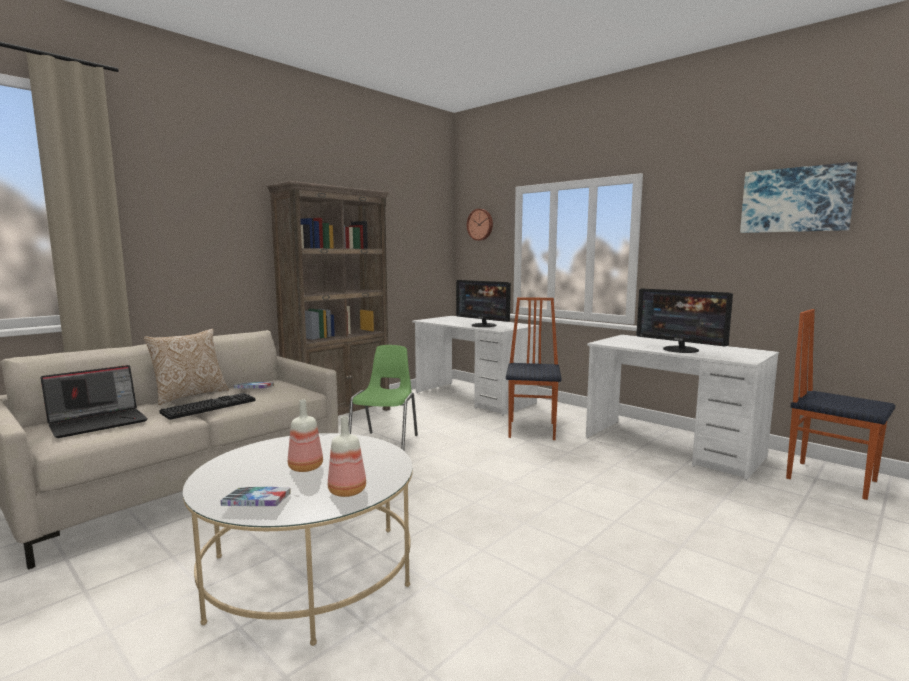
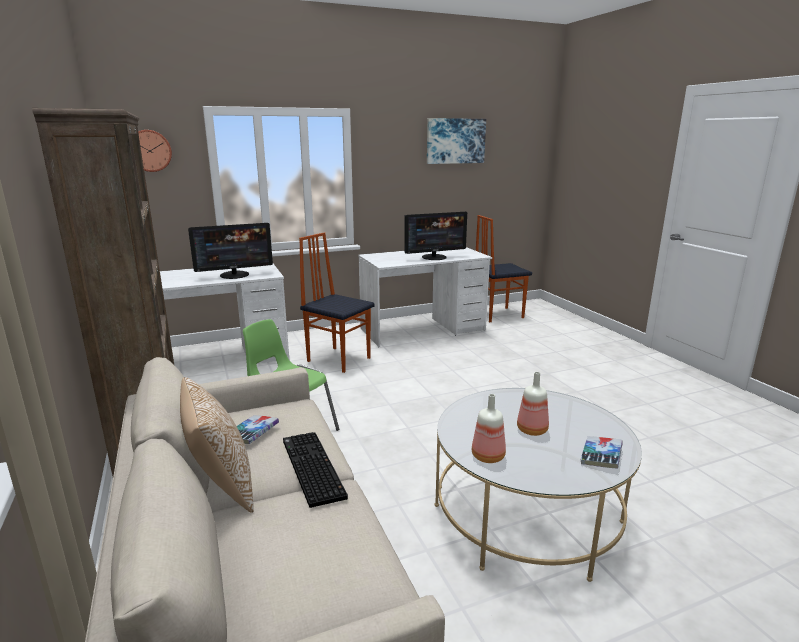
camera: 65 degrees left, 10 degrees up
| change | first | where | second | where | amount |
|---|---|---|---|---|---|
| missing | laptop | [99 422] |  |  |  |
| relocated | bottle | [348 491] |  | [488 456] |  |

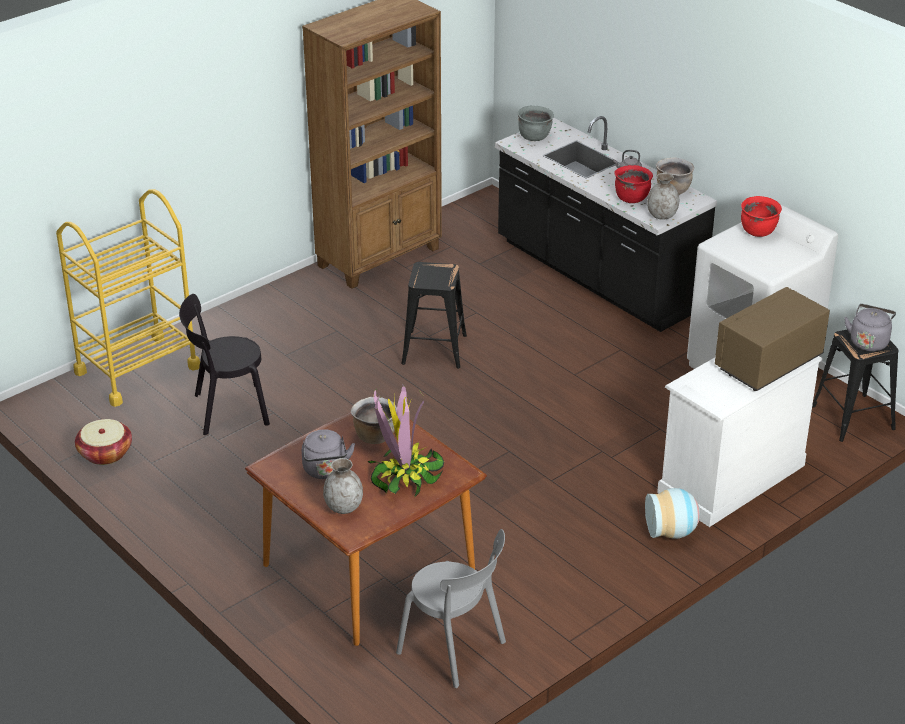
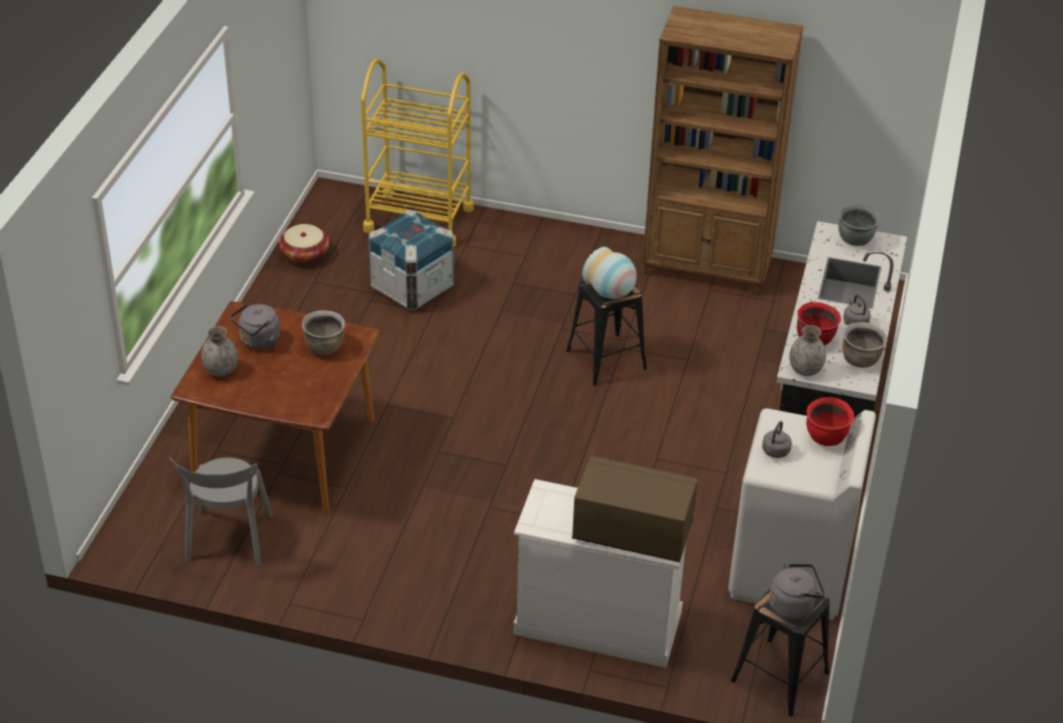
camera: 55 degrees right, 5 degrees up
| change | first | where | second | where | amount |
|---|---|---|---|---|---|
| missing | potted plant | [404 475] |  |  |  |
| appeared |  |  | greyish kettle | [775 452] |  |
| relocated | decorative vase | [672 532] |  | [611 293] |  |
| exchanged | black chair | [227 410] | shipping crate | [412 287] |  |

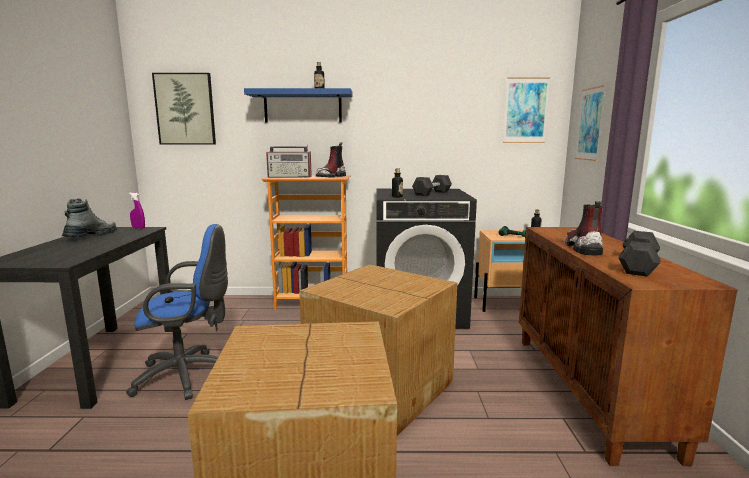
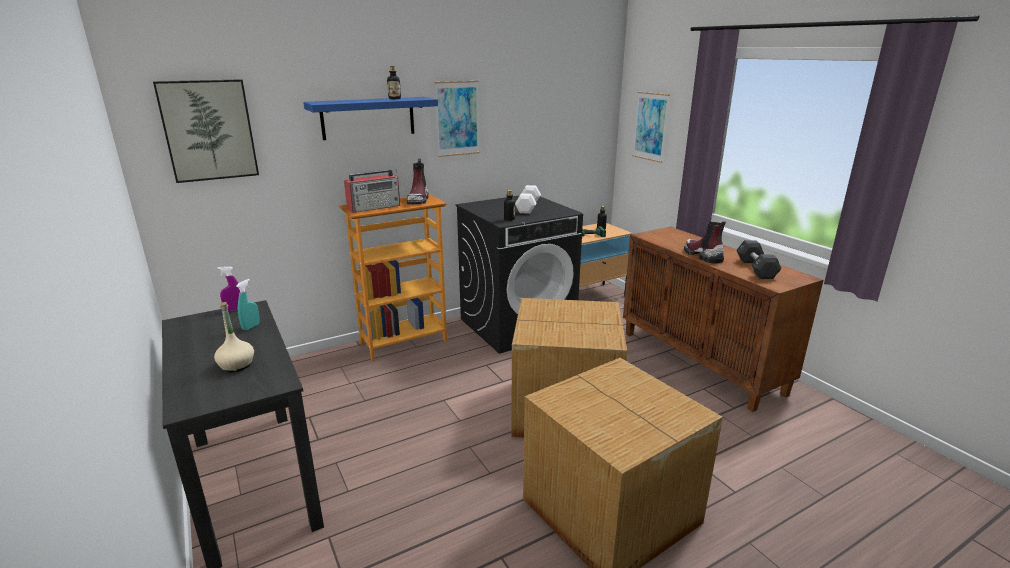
camera: 30 degrees left, 10 degrees up
| change | first | where | second | where | amount |
|---|---|---|---|---|---|
| missing | high-top boot | [91 236] |  |  |  |
| missing | blue office chair | [188 375] |  |  |  |
| appeared |  |  | beige-coloured bottle | [237 365] |  |
| appeared |  |  | blue-green sprayer | [251 327] |  |
| relocated | picture | [526 110] |  | [457 118] |  |
| colour | black free weight | [432 193] | white-coloured free weight | [528 207] |  |

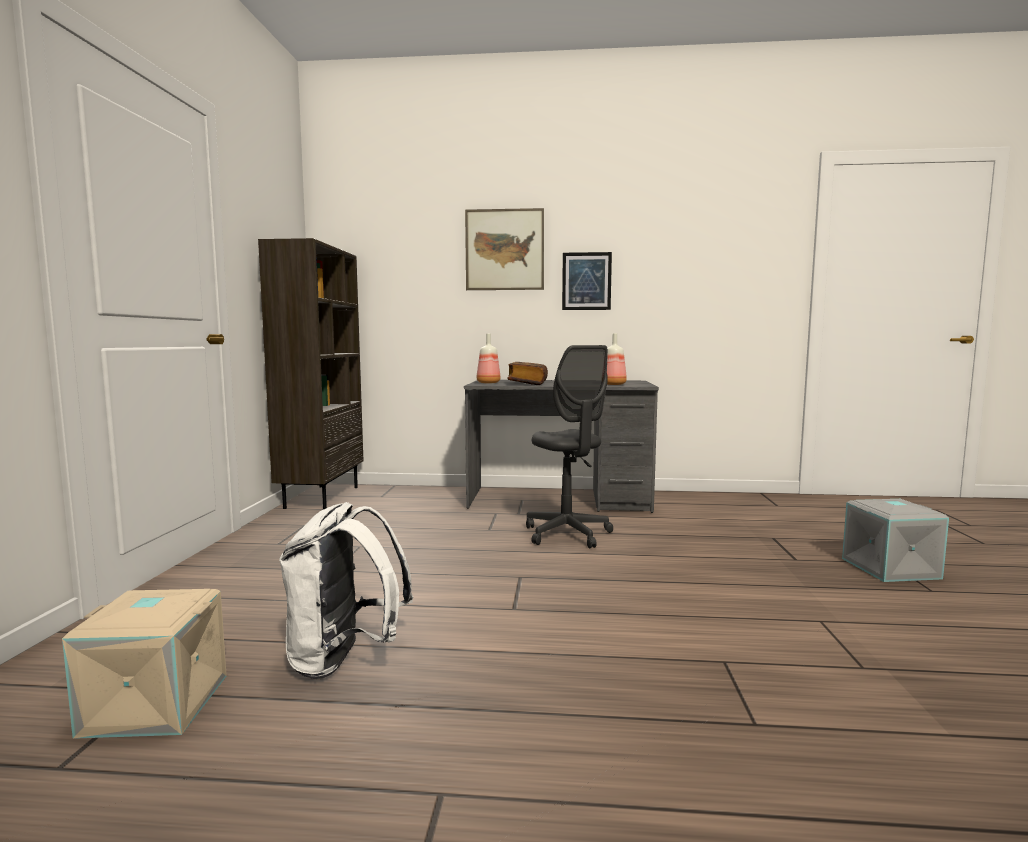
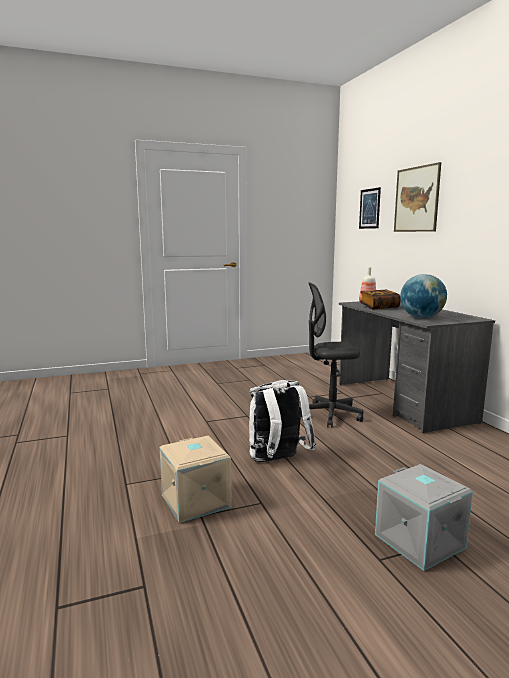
camera: 65 degrees right, 5 degrees up
| change | first | where | second | where | amount |
|---|---|---|---|---|---|
| missing | brown-coloured bookshelf | [321 497] |  |  |  |
| relocated | beige-coloured storage box | [153 706] |  | [194 501] |  |
| relocated | white-coloured backpack | [345 659] |  | [277 461] |  |
| relocated | picture | [586 281] |  | [369 208] |  |
| exchanged | bottle | [613 384] | world globe | [421 317] |  |
| spun | greyish office chair | [567 534] |  | [330 415] | 45 degrees clockwise |

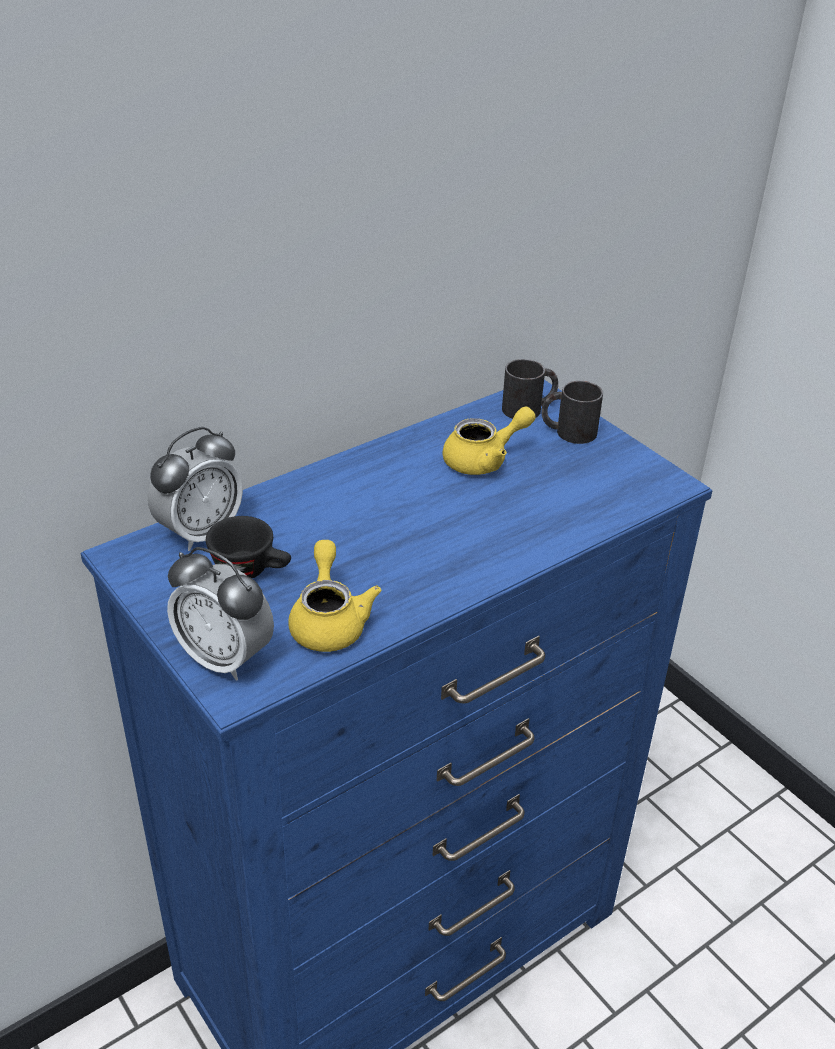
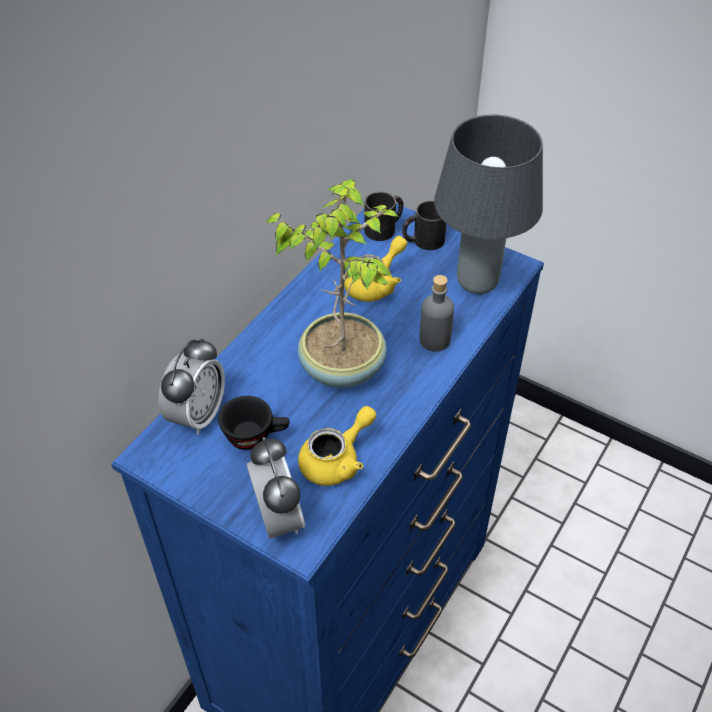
camera: 20 degrees left, 10 degrees up
| change | first | where | second | where | amount |
|---|---|---|---|---|---|
| appeared |  |  | potted plant | [342 366] |  |
| appeared |  |  | greyish bottle | [434 340] |  |
| appeared |  |  | greyish lamp for a table | [476 282] |  |
| spun | alarm clock | [225 658] |  | [278 518] | 120 degrees counterclockwise |
| spun | yellowish teapot | [329 621] |  | [337 460] | 75 degrees clockwise |

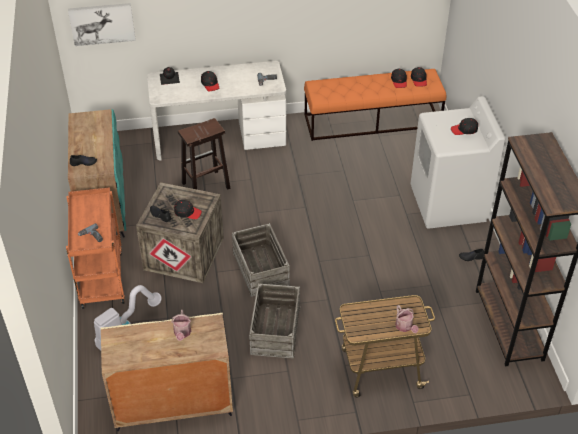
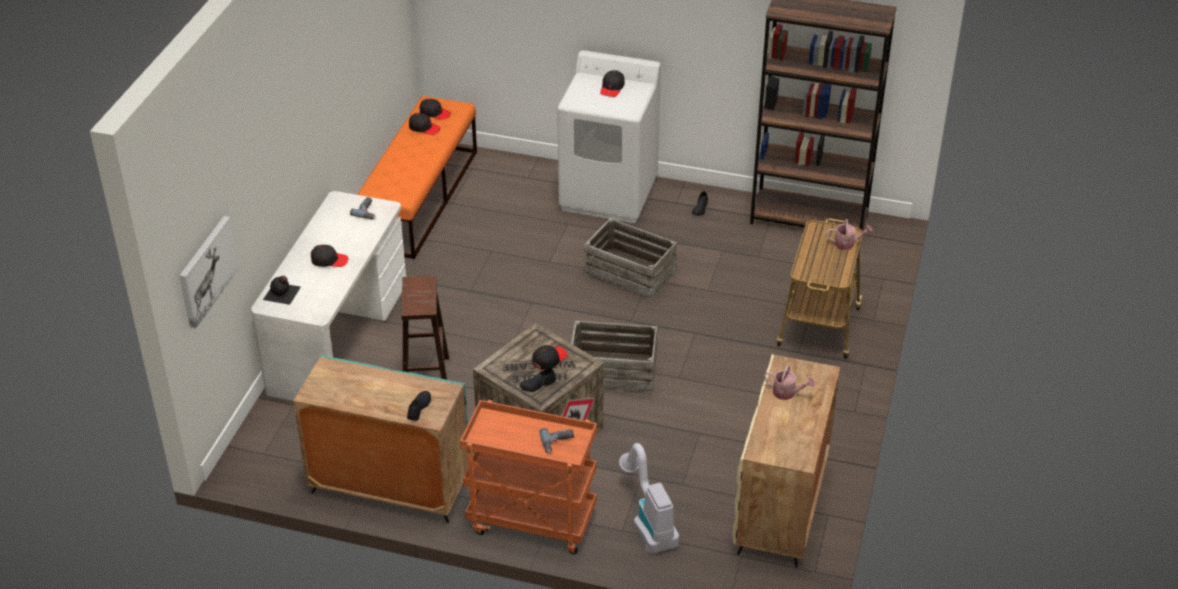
camera: 65 degrees left, 5 degrees down
| change | first | where | second | where | amount |
|---|---|---|---|---|---|
| relocated | shipping crate | [274 330] |  | [629 274] |  |

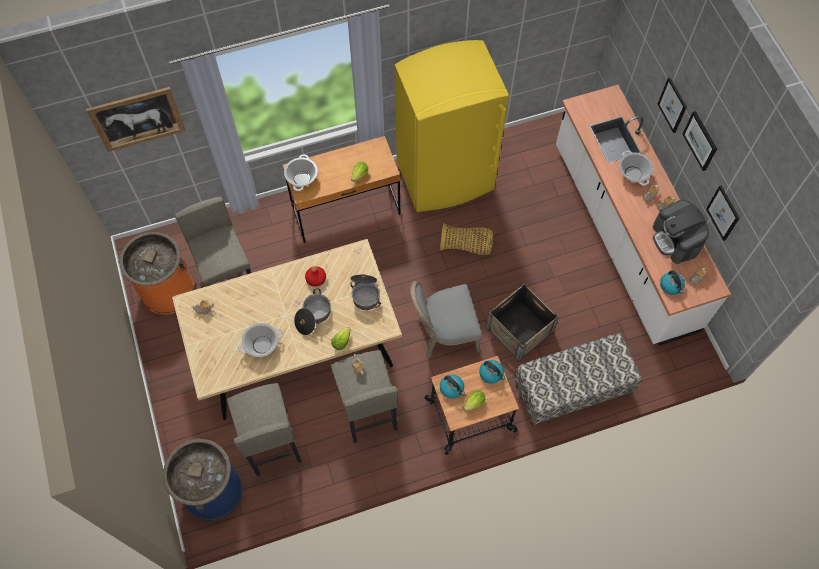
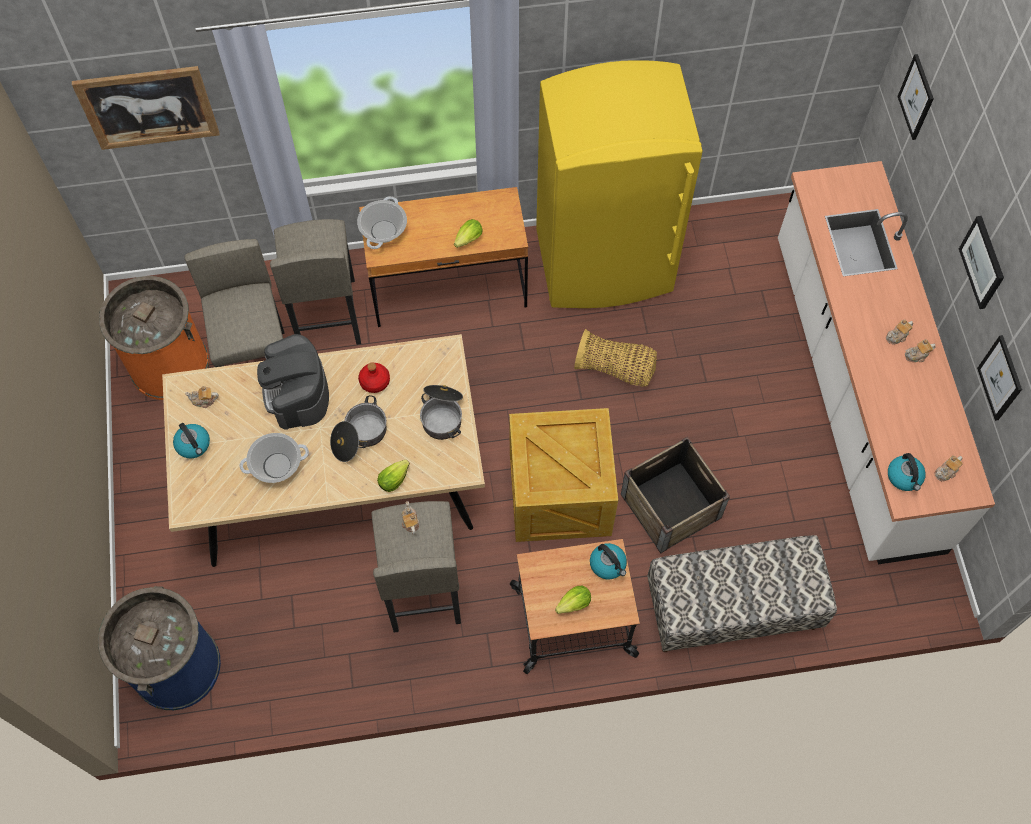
camera: 10 degrees right, 0 degrees up
| change | first | where | second | where | amount |
|---|---|---|---|---|---|
| missing | cooking pot | [633 174] |  |  |  |
| relocated | greyish stool | [271 442] |  | [326 315] |  |
| relocated | kettle | [452 388] |  | [194 445] |  |
| relocated | coffee maker | [676 239] |  | [297 393] |  |
| relocated | picture | [672 105] |  | [916 97] |  |
| exchanged | greyish chair | [444 333] | shipping crate | [558 493] |  |

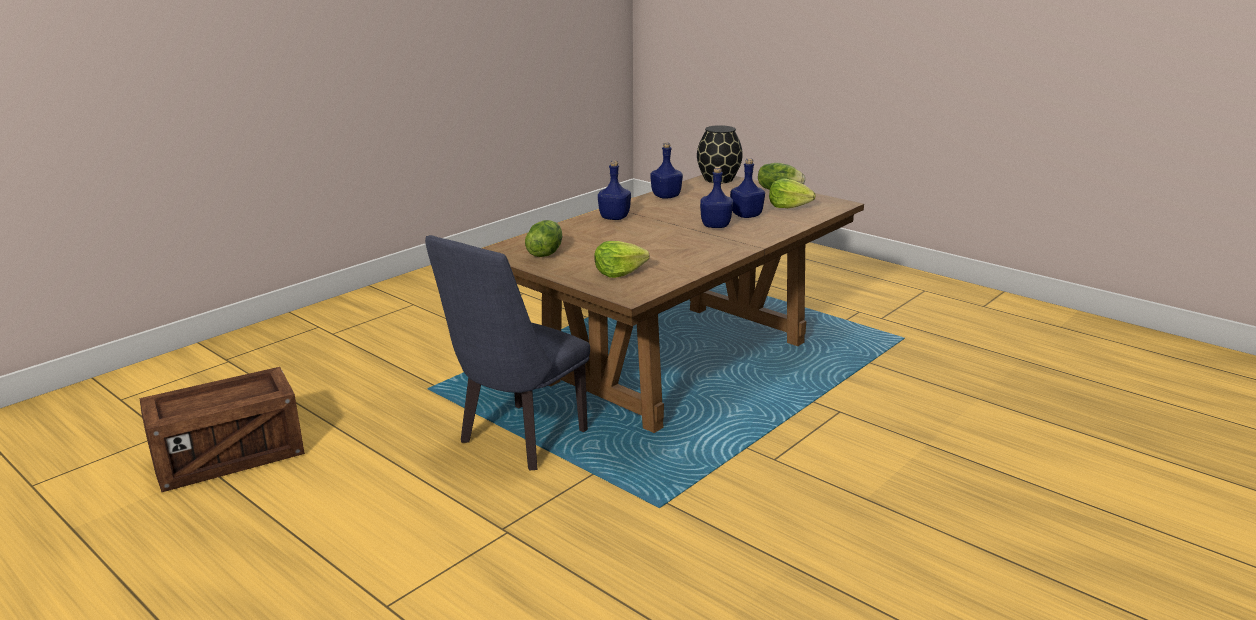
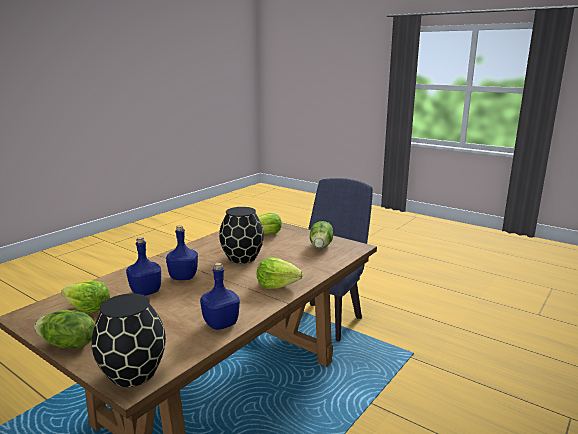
camera: 175 degrees right, 5 degrees down
| change | first | where | second | where | amount |
|---|---|---|---|---|---|
| missing | shipping crate | [229 457] |  |  |  |
| appeared |  |  | black decorative vase | [242 258] |  |
| exchanged | blue bottle | [614 218] | lettuce head | [277 284] |  |

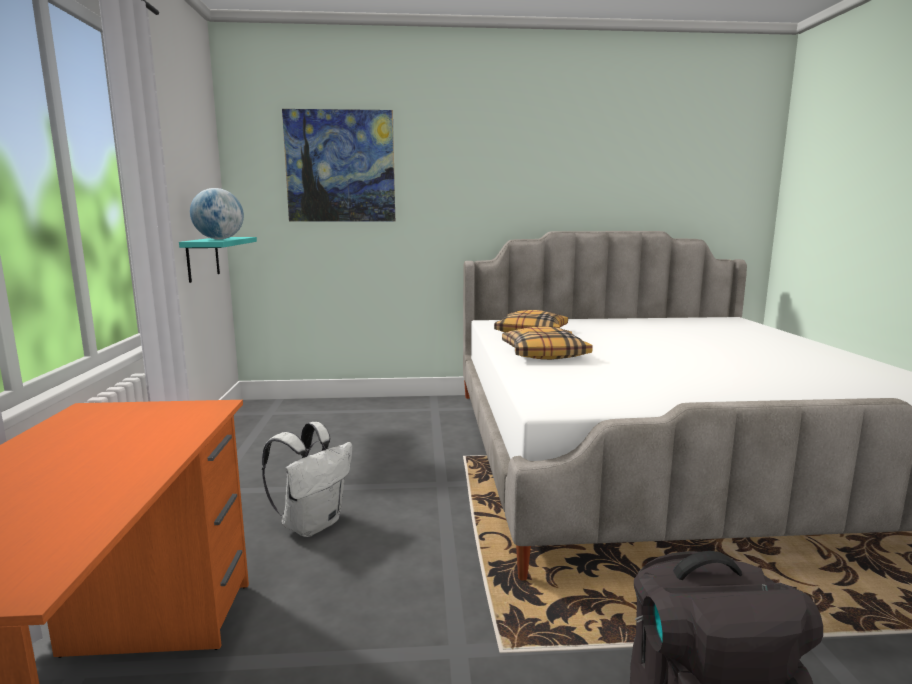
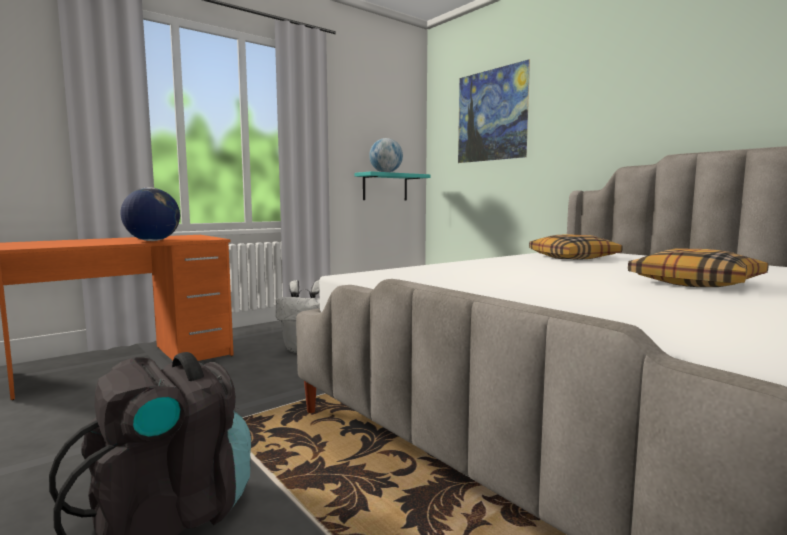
camera: 55 degrees right, 5 degrees down
| change | first | where | second | where | amount |
|---|---|---|---|---|---|
| appeared |  |  | world globe | [152 241] |  |
| relocated | throw pillow | [544 354] |  | [695 283] |  |

